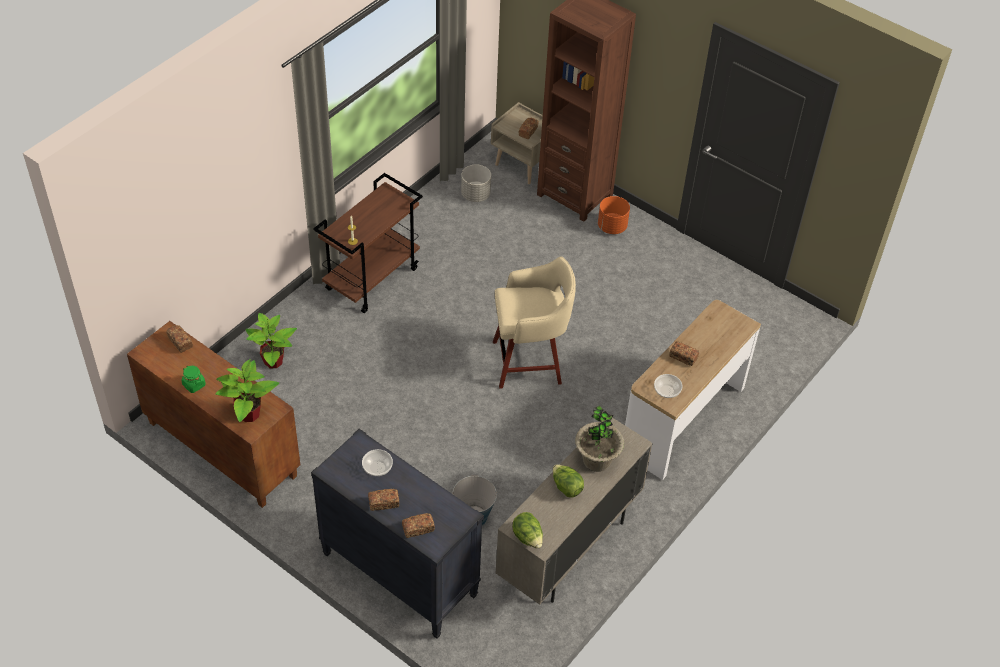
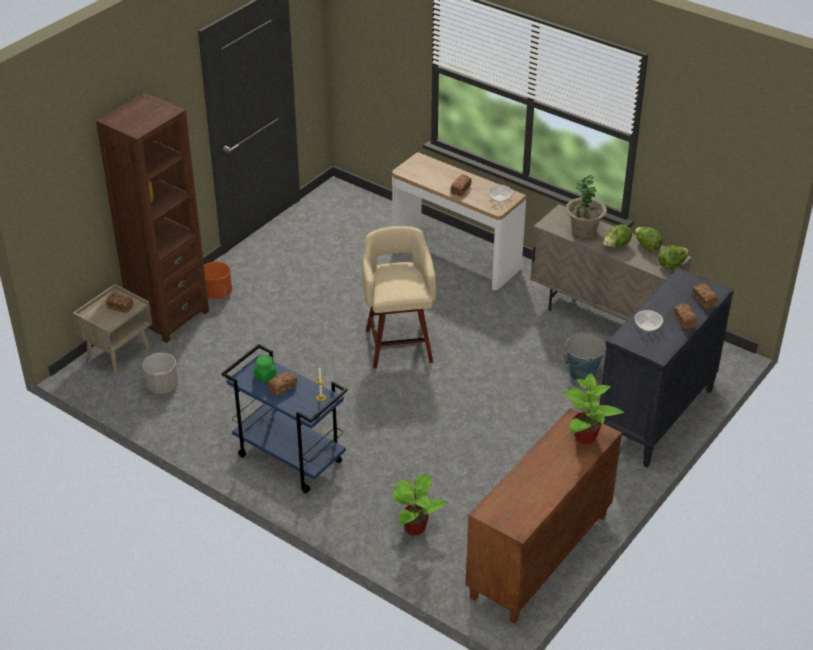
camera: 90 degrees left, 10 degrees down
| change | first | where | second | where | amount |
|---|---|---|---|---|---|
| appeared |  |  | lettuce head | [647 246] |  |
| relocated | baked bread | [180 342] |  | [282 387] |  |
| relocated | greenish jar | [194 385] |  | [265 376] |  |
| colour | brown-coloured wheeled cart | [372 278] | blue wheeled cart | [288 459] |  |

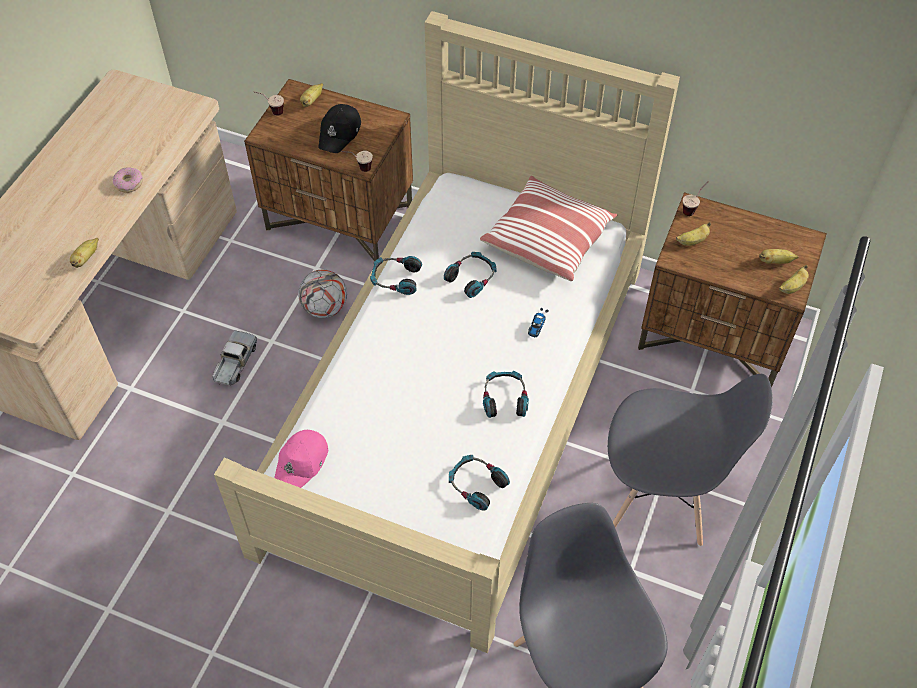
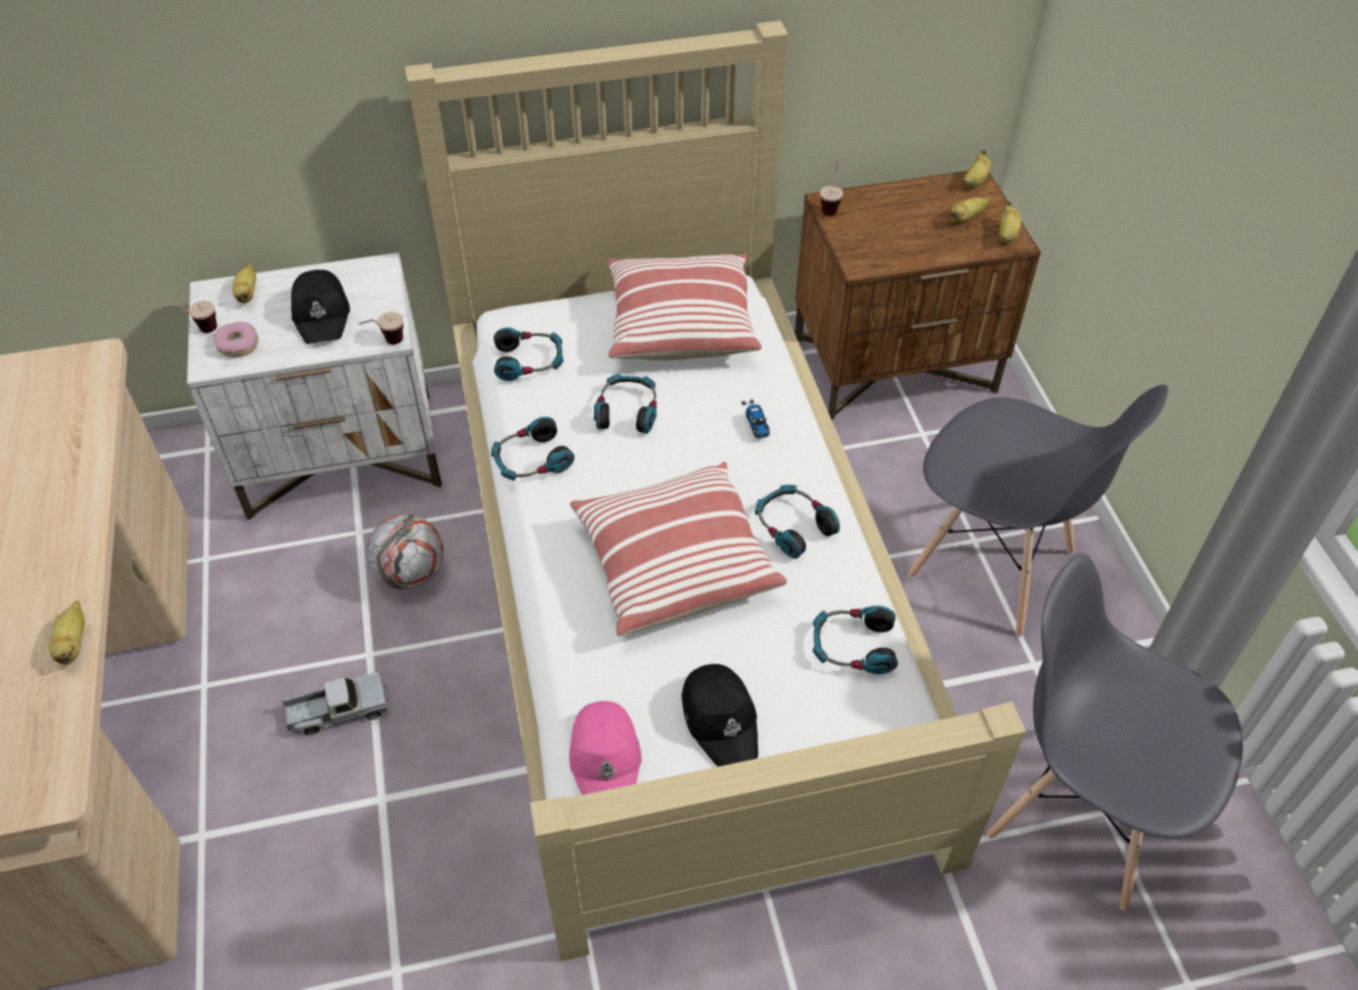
camera: 35 degrees left, 5 degrees down
| change | first | where | second | where | amount |
|---|---|---|---|---|---|
| appeared |  |  | headset | [529 361] |  |
| appeared |  |  | throw pillow | [674 563] |  |
| appeared |  |  | black cap | [721 719] |  |
| relocated | doughnut | [129 183] |  | [238 345] |  |
| relocated | banana | [692 241] |  | [974 181] |  |
| colour | brown-coloured night table | [340 218] | white-coloured night table | [343 456] |  |
| spun | toy lorry | [235 363] |  | [338 711] | 90 degrees clockwise |
| spun | greyish chair | [660 498] |  | [992 565] | 60 degrees clockwise |

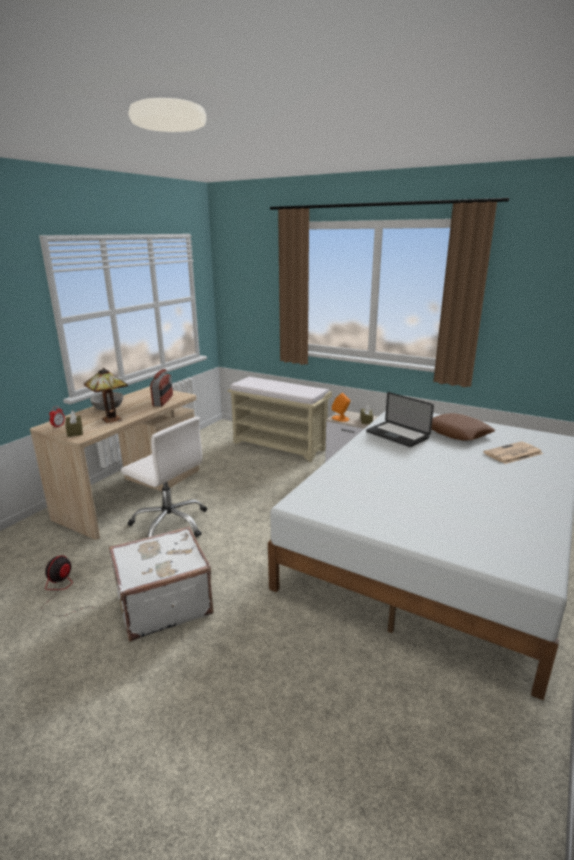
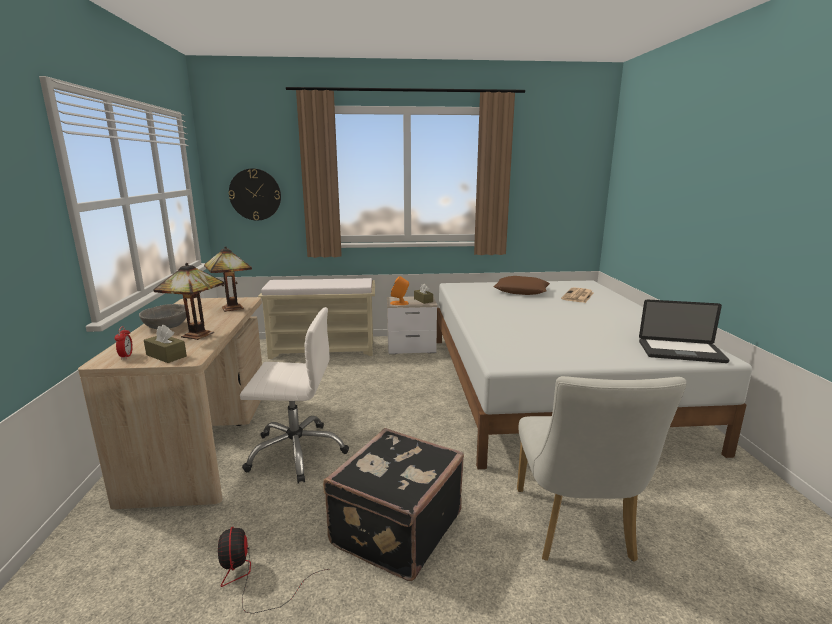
camera: 35 degrees left, 5 degrees down
| change | first | where | second | where | amount |
|---|---|---|---|---|---|
| appeared |  |  | hanging clock | [255 194] |  |
| appeared |  |  | white-coloured chair | [576 530] |  |
| relocated | laptop | [397 435] |  | [681 352] |  |
| exchanged | radio | [163 401] | lamp for a table | [231 308] |  |
| colour | white-coloured piece of luggage | [163 603] | black piece of luggage | [394 528] |  |

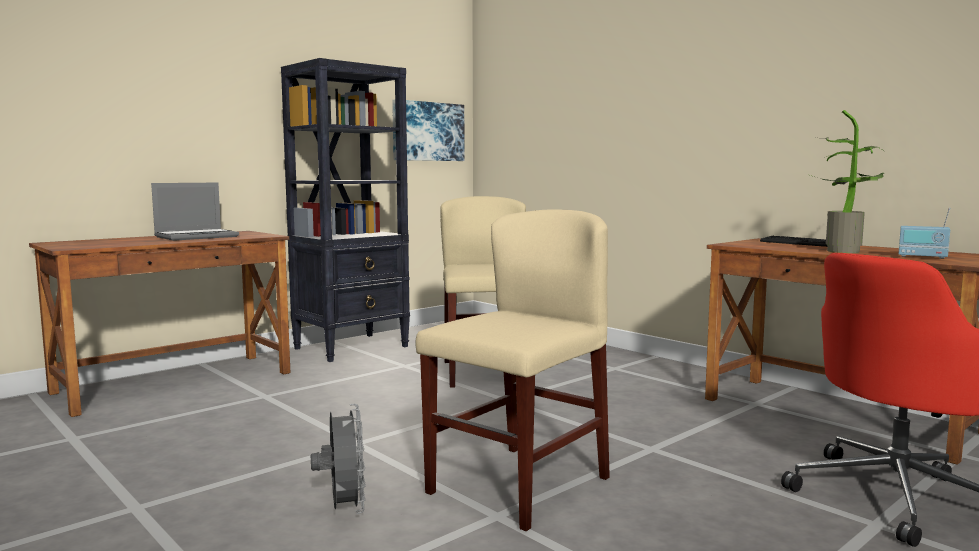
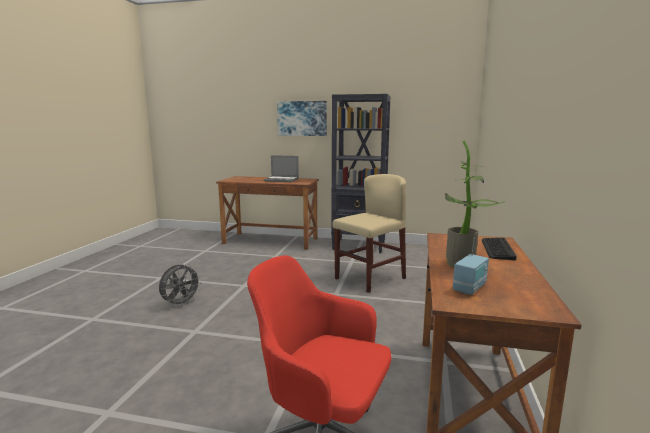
camera: 55 degrees right, 5 degrees up
| change | first | where | second | where | amount |
|---|---|---|---|---|---|
| missing | beige-coloured chair | [518 485] |  |  |  |
| relocated | picture | [427 131] |  | [302 118] |  |
| spun | radio | [922 257] |  | [470 288] | 135 degrees counterclockwise |

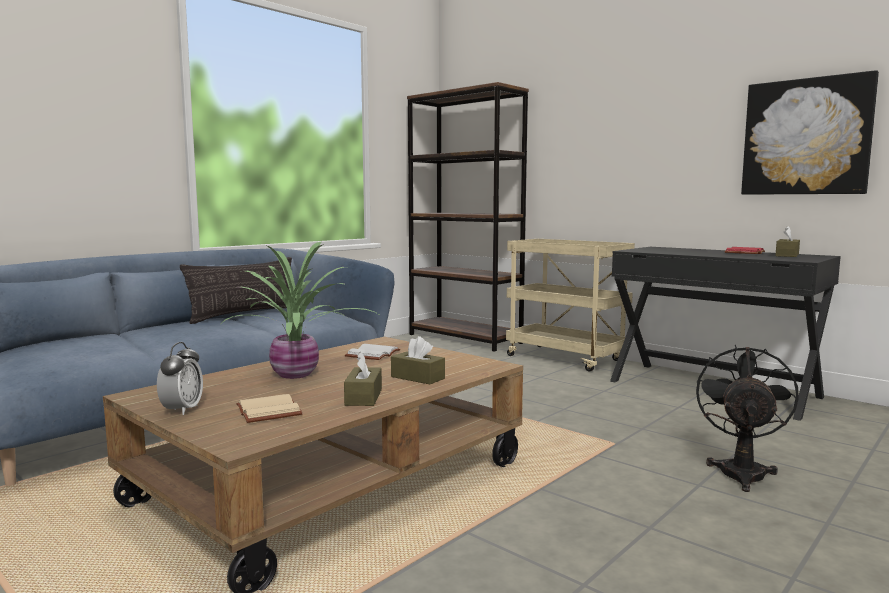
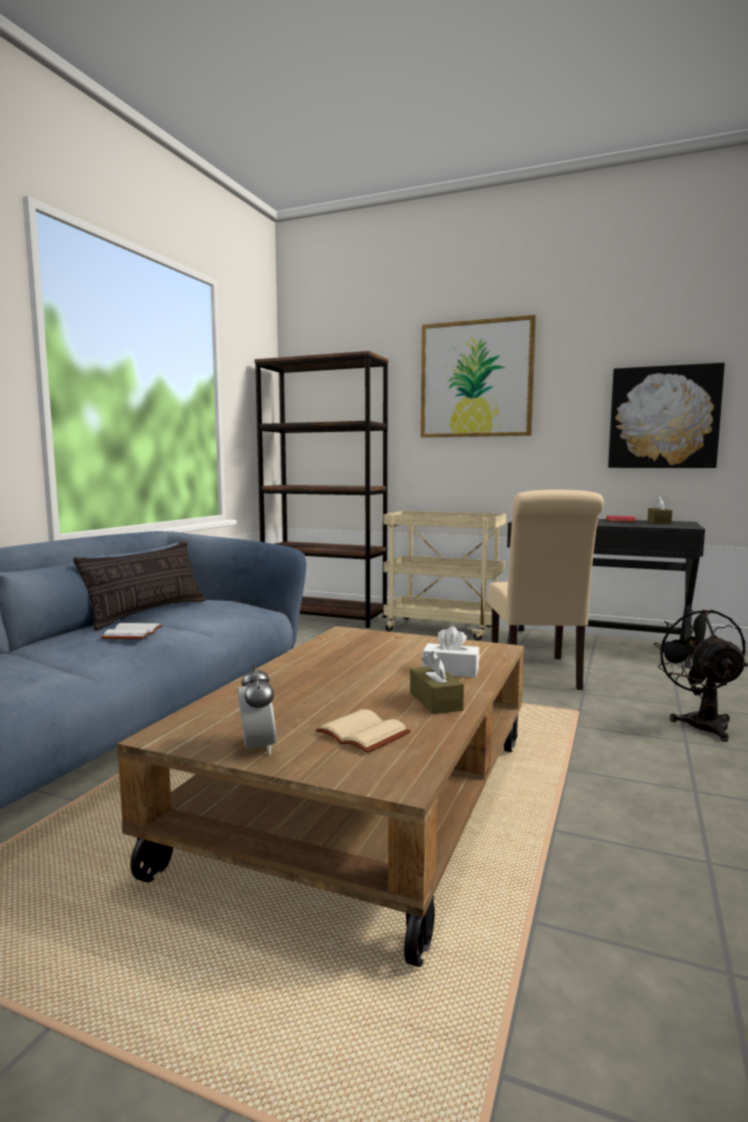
camera: 20 degrees left, 0 degrees up
| change | first | where | second | where | amount |
|---|---|---|---|---|---|
| missing | potted plant | [297 375] |  |  |  |
| appeared |  |  | picture | [476 379] |  |
| appeared |  |  | beige-coloured chair | [537 674] |  |
| relocated | white-coloured book | [372 354] |  | [131 633] |  |
| colour | brown-coloured tissue box | [417 377] | white-coloured tissue box | [450 671] |  |

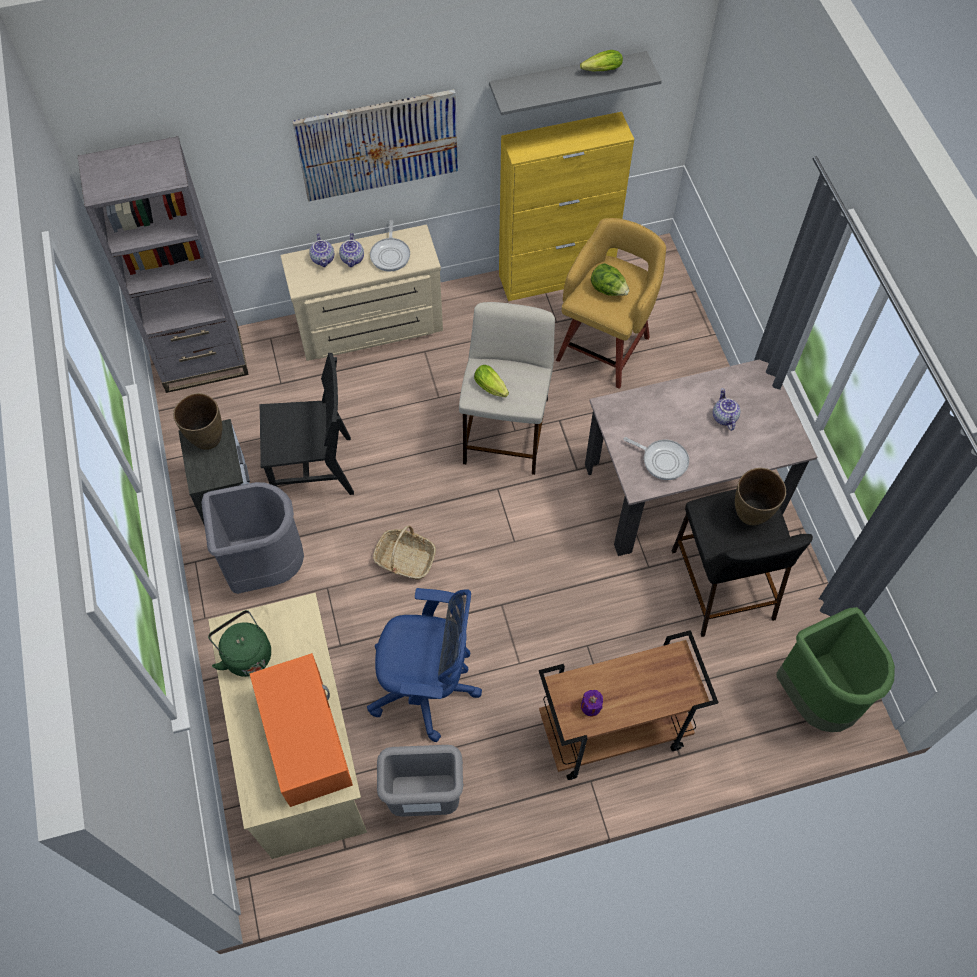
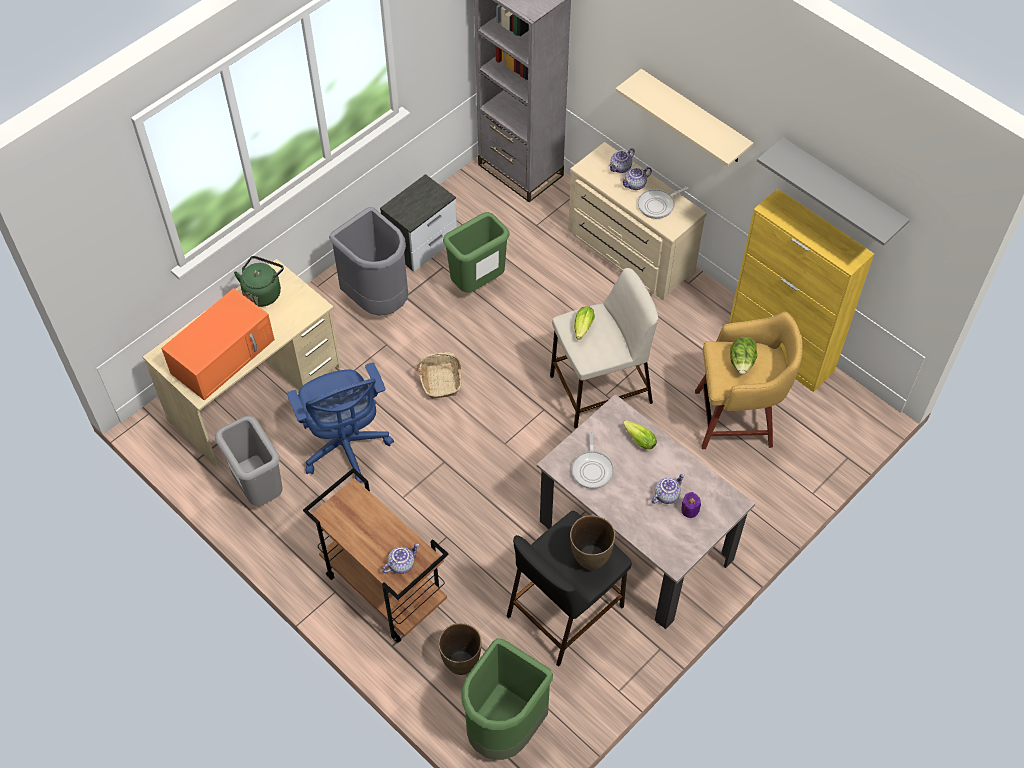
camera: 60 degrees right, 5 degrees down
| change | first | where | second | where | amount |
|---|---|---|---|---|---|
| appeared |  |  | teapot | [401 564] |  |
| relocated | brown-coloured decorative vase | [206 439] |  | [461 662] |  |
| relocated | lettuce head | [599 71] |  | [638 438] |  |
| relocated | purple-coloured wax candle | [591 706] |  | [689 510] |  |
| exchanged | black chair | [313 469] | greenish rubbish bin | [478 284] |  |
| exchanged | picture | [378 145] | beige-coloured shelf | [694 118] |  |

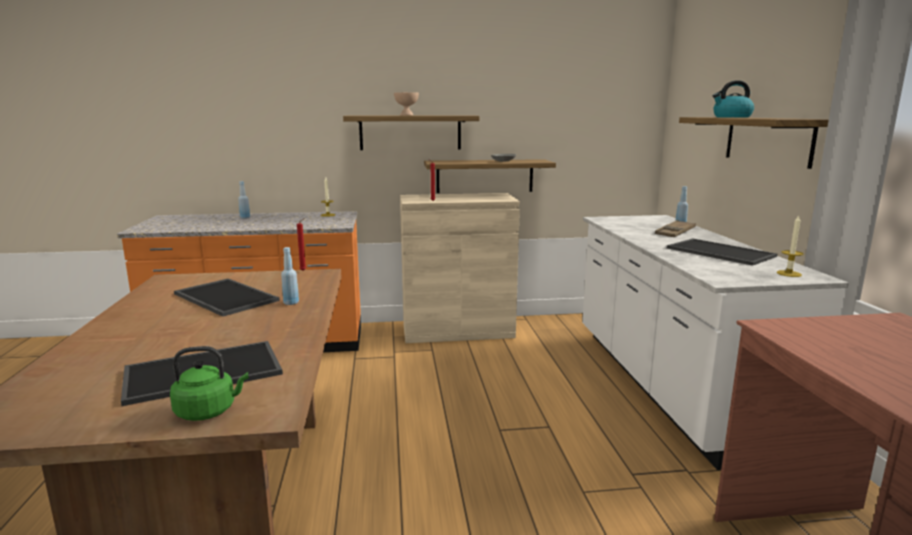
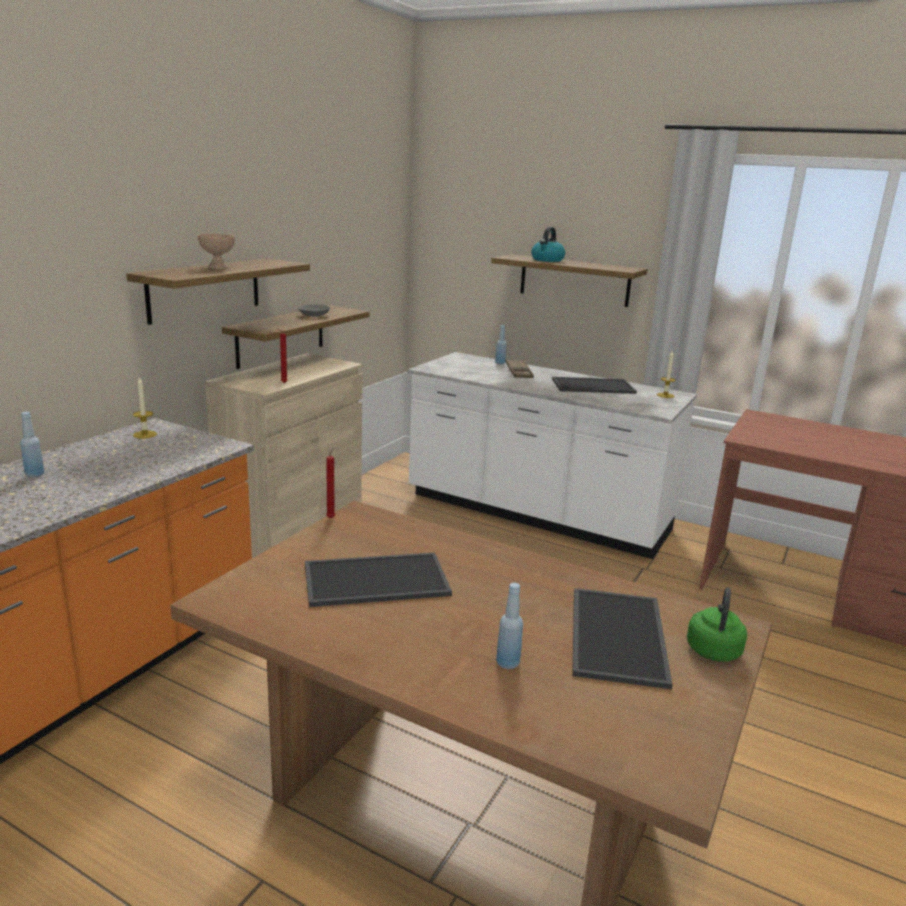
camera: 55 degrees left, 5 degrees up
| change | first | where | second | where | amount |
|---|---|---|---|---|---|
| relocated | blue bottle | [291 303] |  | [507 663] |  |

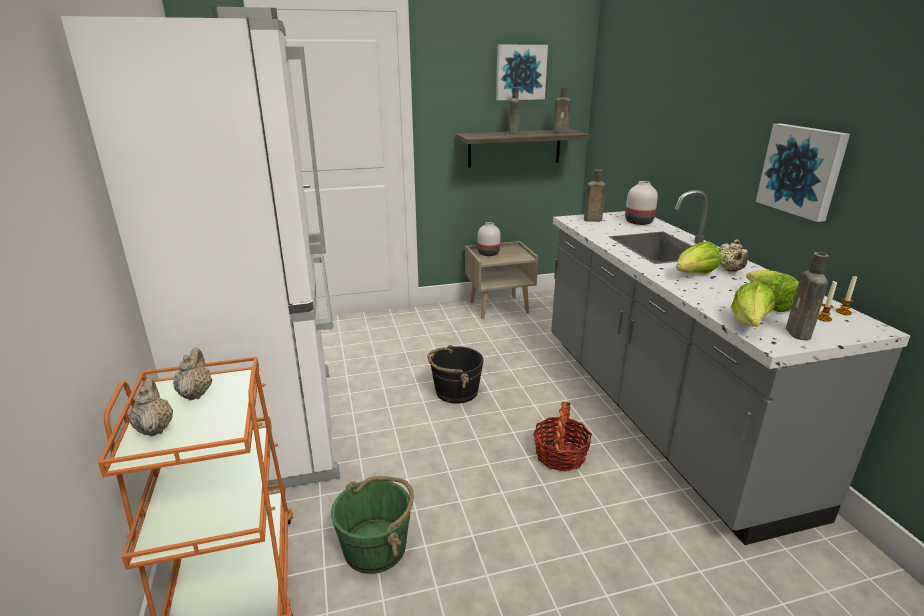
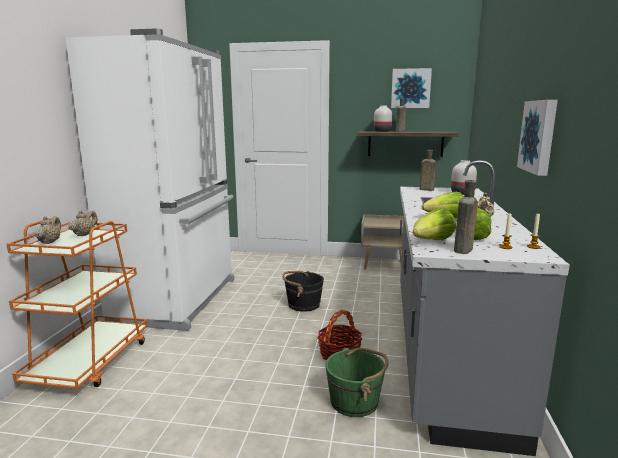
camera: 25 degrees right, 10 degrees down
| change | first | where | second | where | amount |
|---|---|---|---|---|---|
| missing | brown-coloured bottle | [562 132] |  |  |  |
| relocated | greenish bucket | [376 547] |  | [355 401] |  |
| relocated | white-coloured decorative vase | [488 253] |  | [382 131] |  |

